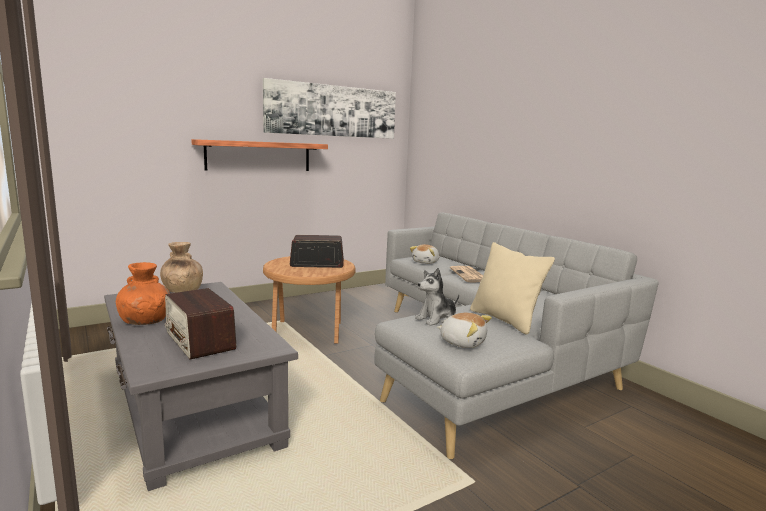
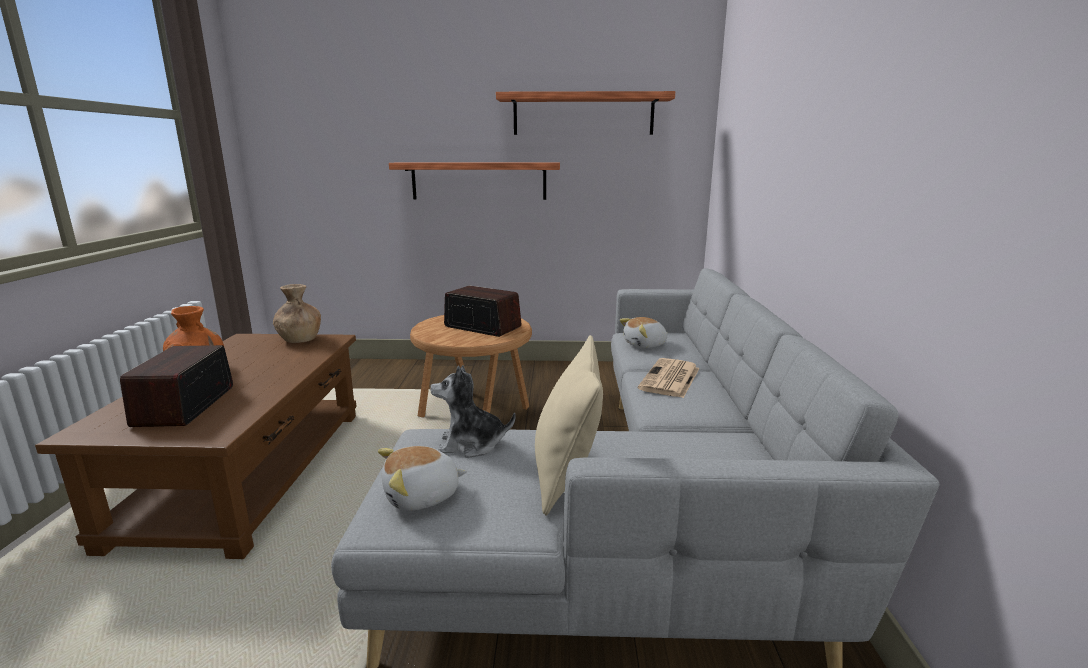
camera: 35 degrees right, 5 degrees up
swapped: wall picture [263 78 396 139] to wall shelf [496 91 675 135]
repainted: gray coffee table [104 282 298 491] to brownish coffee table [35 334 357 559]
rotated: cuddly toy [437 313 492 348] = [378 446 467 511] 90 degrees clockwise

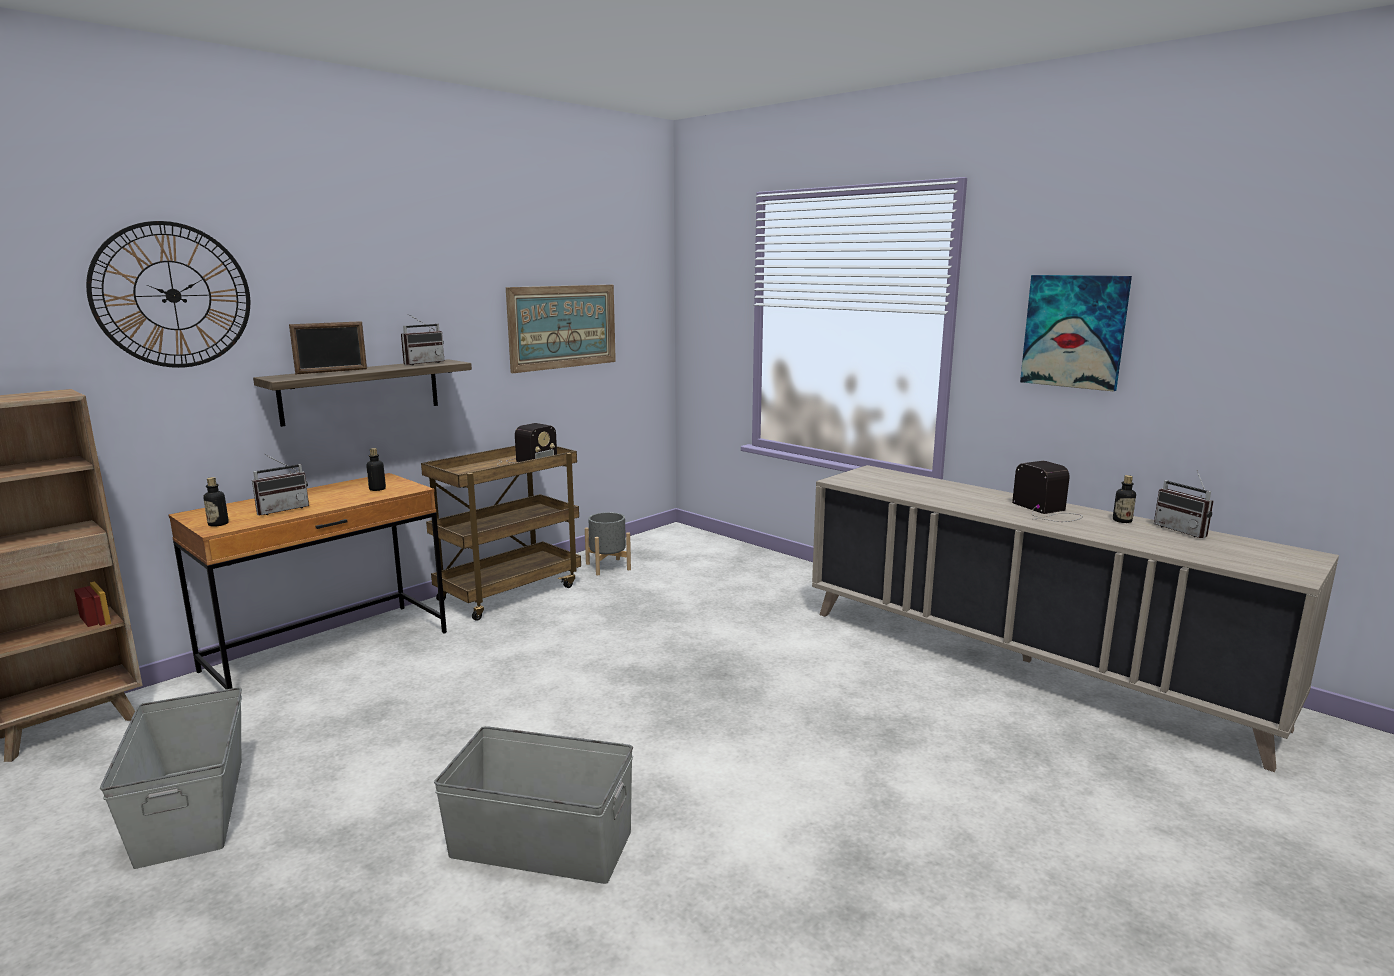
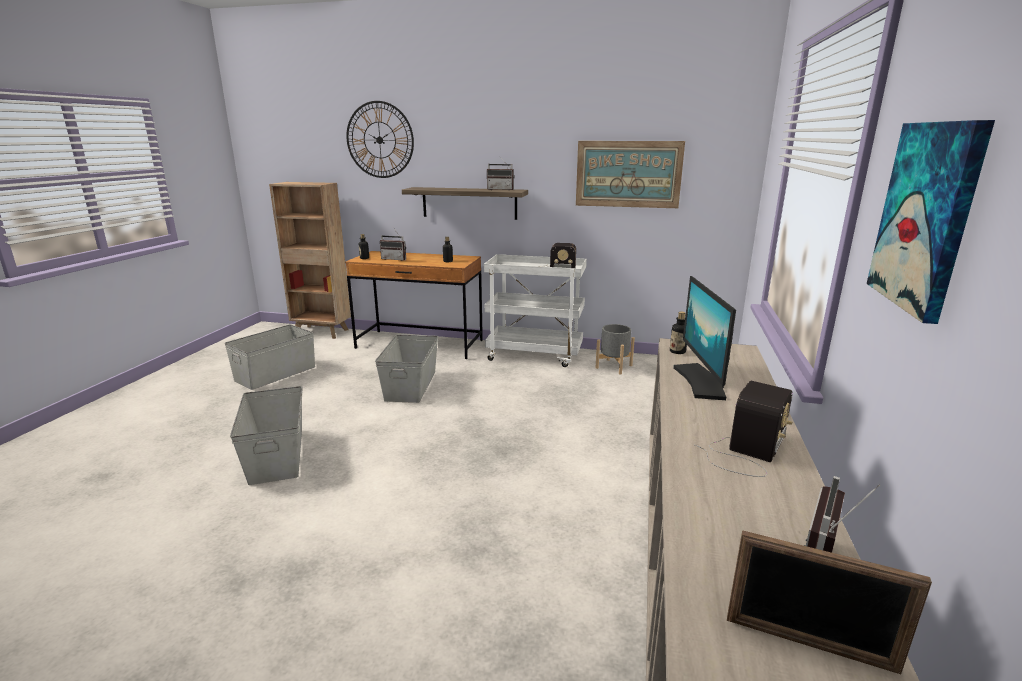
camera: 60 degrees right, 5 degrees up
new: gray storage box [375 335 438 403]; computer display [673 276 736 400]
shifted: beverage bottle [1113 475 1136 523] to [670 311 687 354]; standing frame [289 321 367 374] to [727 530 932 674]
repainted: brownish wheeled cart [421 446 581 621] to white wheeled cart [484 254 587 367]

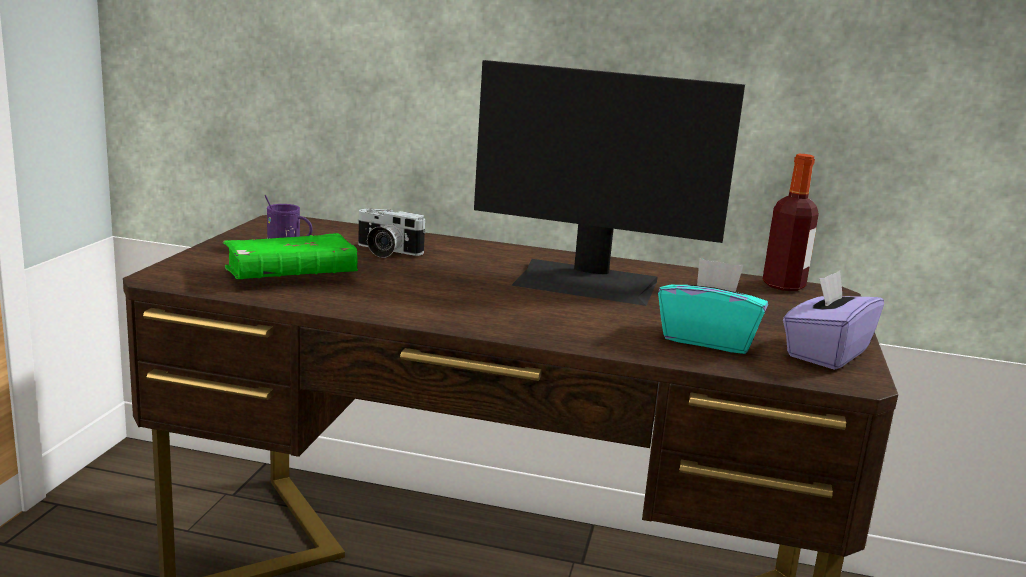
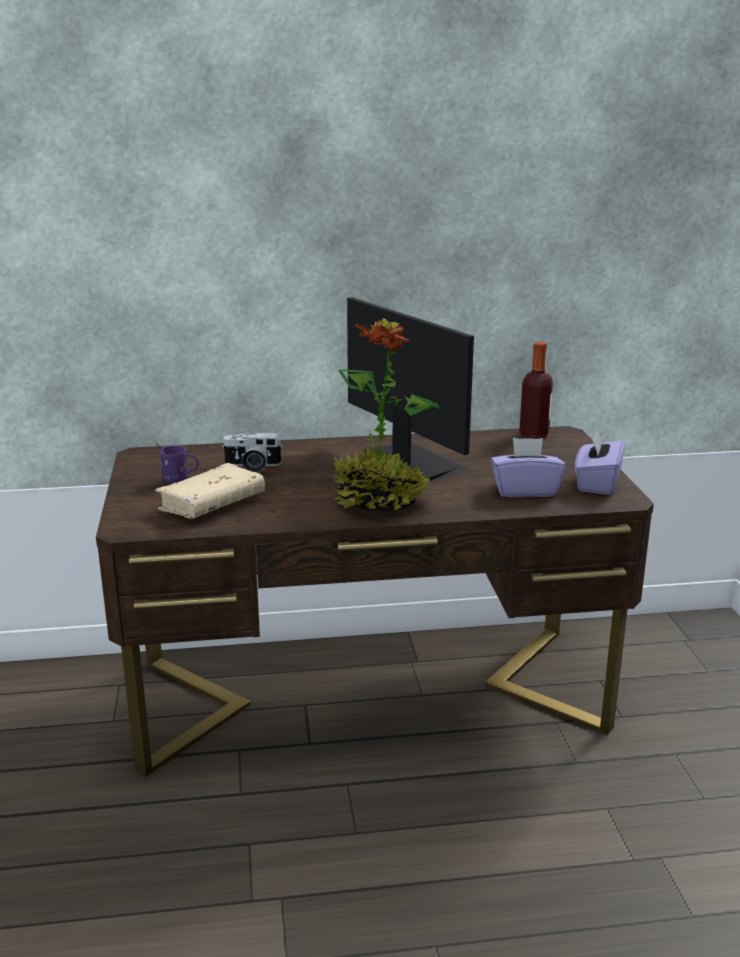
camera: 20 degrees left, 5 degrees up
new: potted plant [332 318 440 512]
repainted: green bound book [223 233 358 279] to sand-coloured bound book [155 463 265 519]; turquoise tissue box [658 258 768 354] to purple tissue box [491 438 566 497]
rotated: computer display [474 60 745 306] = [347 297 474 482] 120 degrees counterclockwise

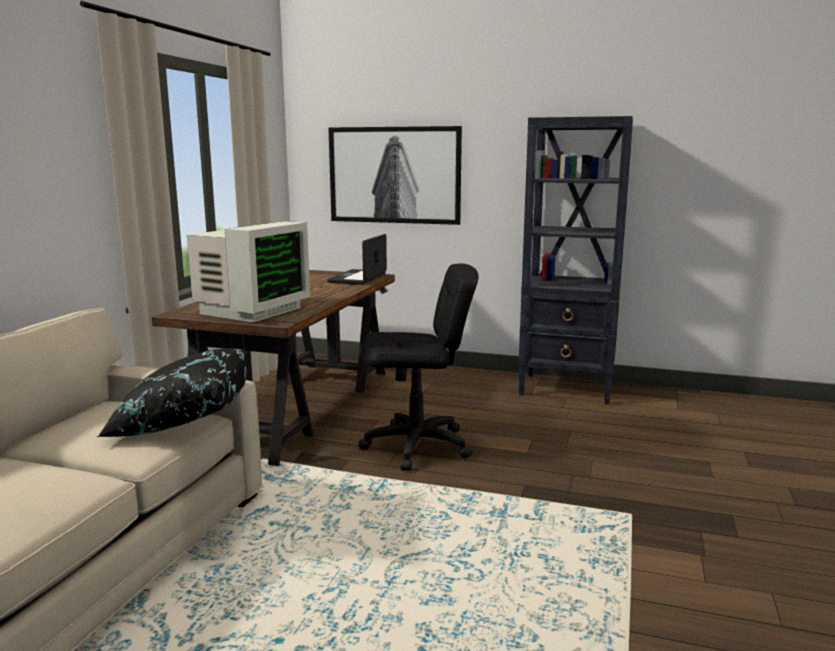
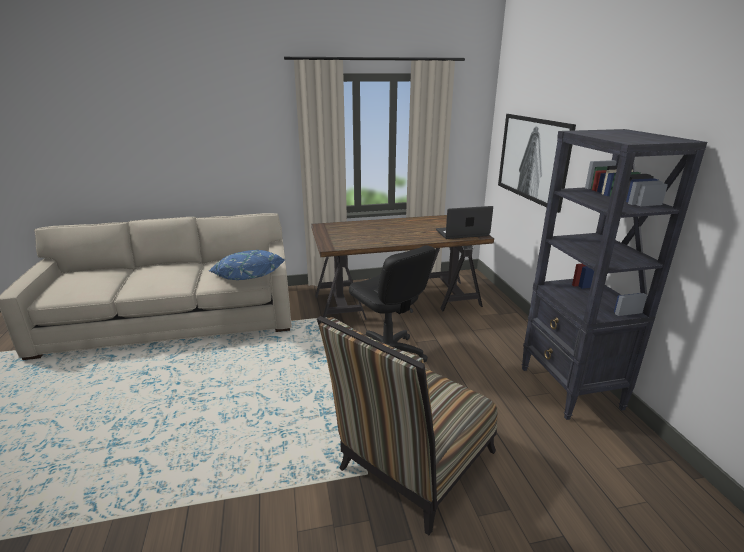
camera: 60 degrees right, 10 degrees up
gone: computer display [187 221 310 322]
new: chair [317 316 498 535]
repainted: black-coloured pillow [97 349 251 437] to blue-coloured pillow [209 250 285 280]

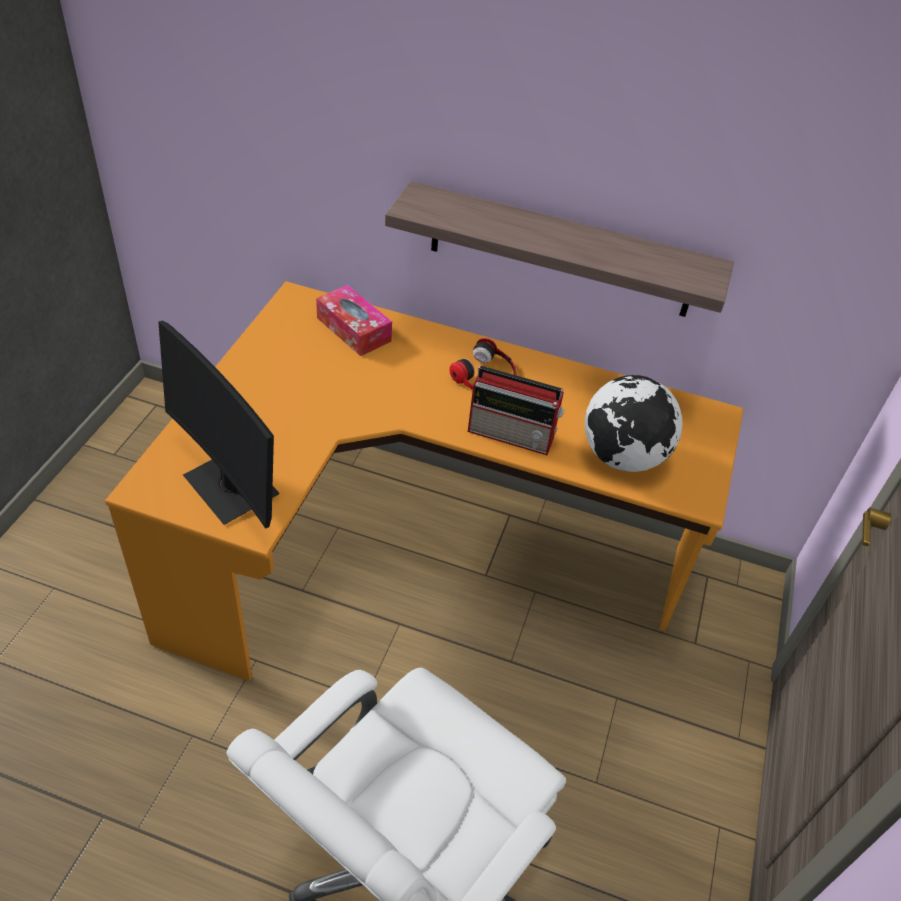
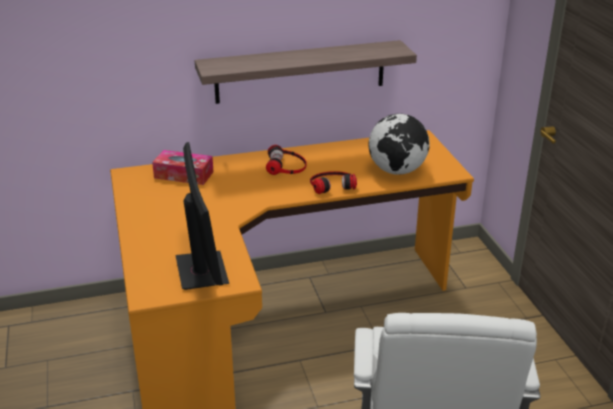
camera: 30 degrees left, 15 degrees down
swapped: radio [468 366 564 455] to headphones [310 171 357 194]
rotated: computer display [158 321 280 529] = [175 142 229 290] 120 degrees counterclockwise

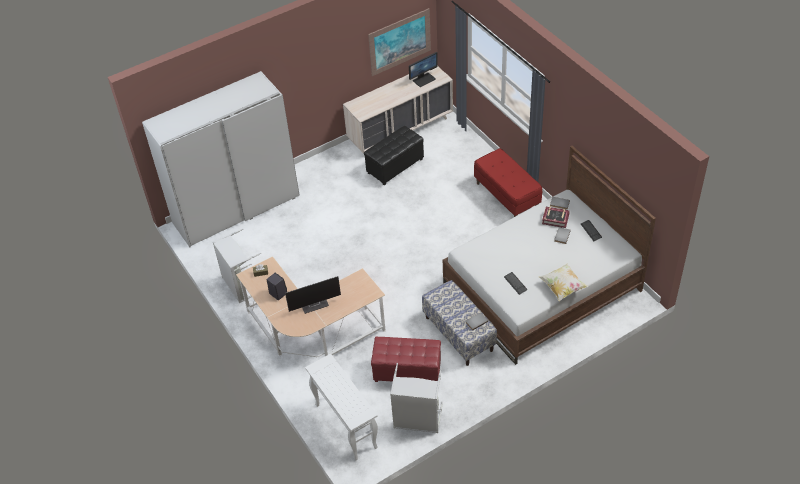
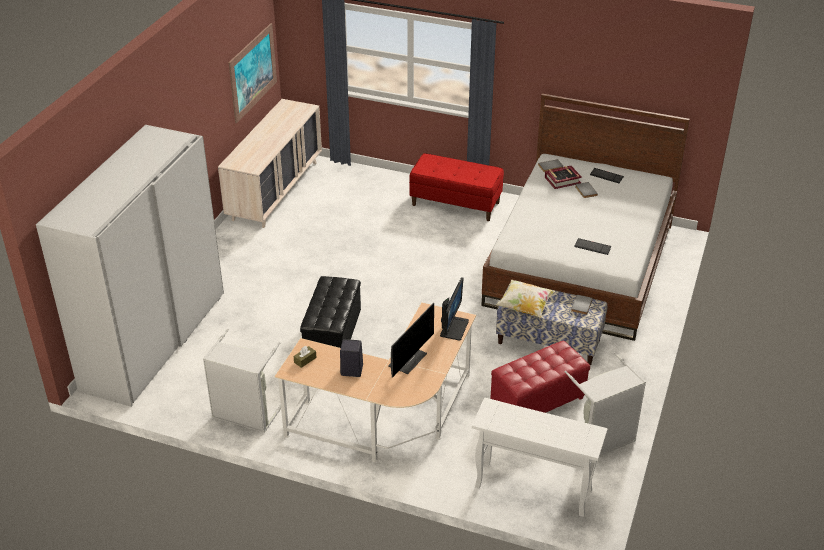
camera: 40 degrees left, 10 degrees down
shifted: black-coloured pouffe [364 126 424 186] to [300 276 361 348]; computer display [409 52 438 87] to [440 277 469 341]; pillow [539 263 589 301] to [496 279 555 318]

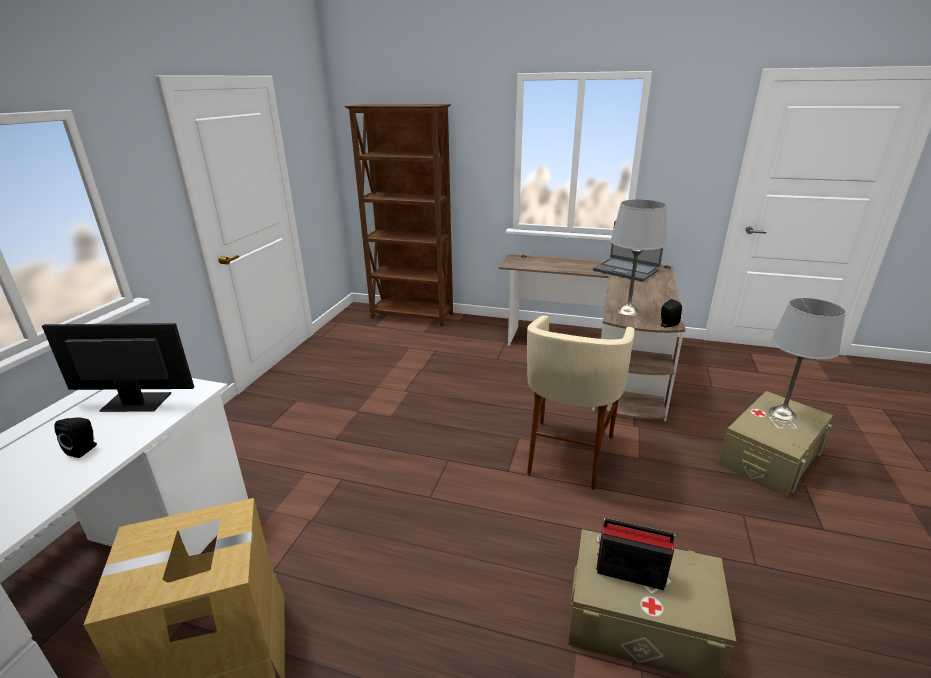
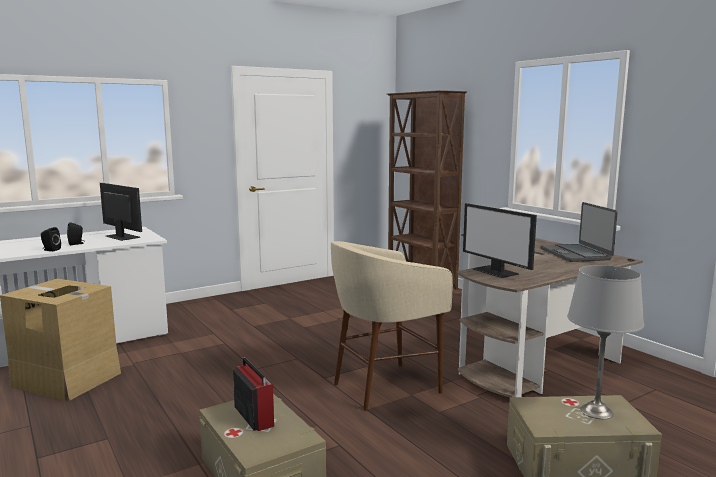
camera: 40 degrees right, 15 degrees down
shifted: black-coloured loudspeaker [661 299 682 328] to [41 227 61 251]
swapped: gray table lamp [610 199 667 316] to computer display [463 203 537 278]

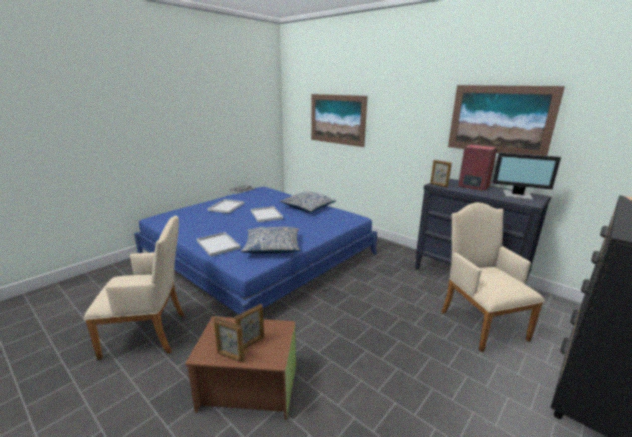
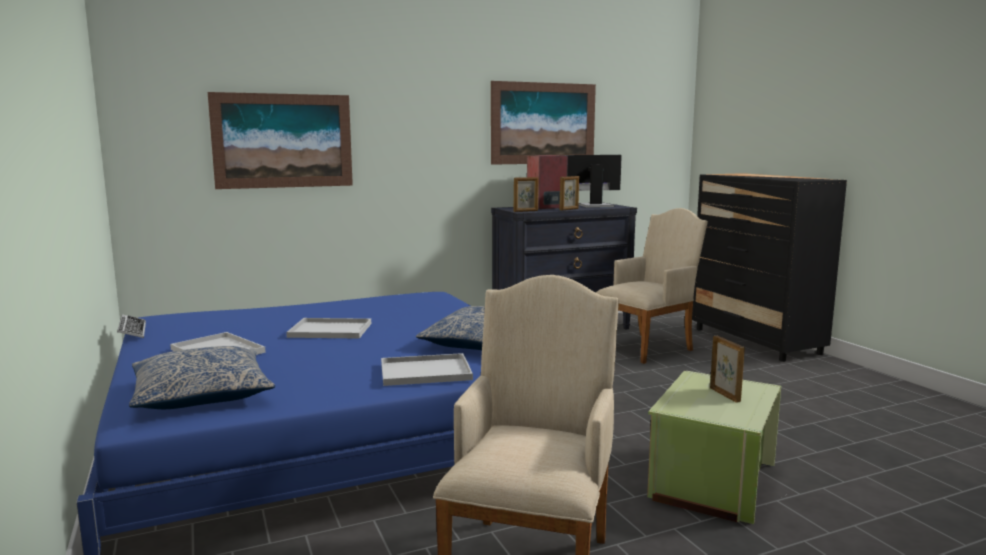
camera: 65 degrees left, 10 degrees down
shifted: pillow [280 191 336 212] to [129 346 275 409]; standing frame [214 318 245 362] to [559 176 579 211]
repainted: brownish storage box [185 316 296 420] to green storage box [647 371 781 524]
rotated: computer display [493 152 561 201] = [565 155 622 208] 150 degrees counterclockwise; sand-coloured armchair [441 203 545 352] = [596 208 708 364] 135 degrees clockwise

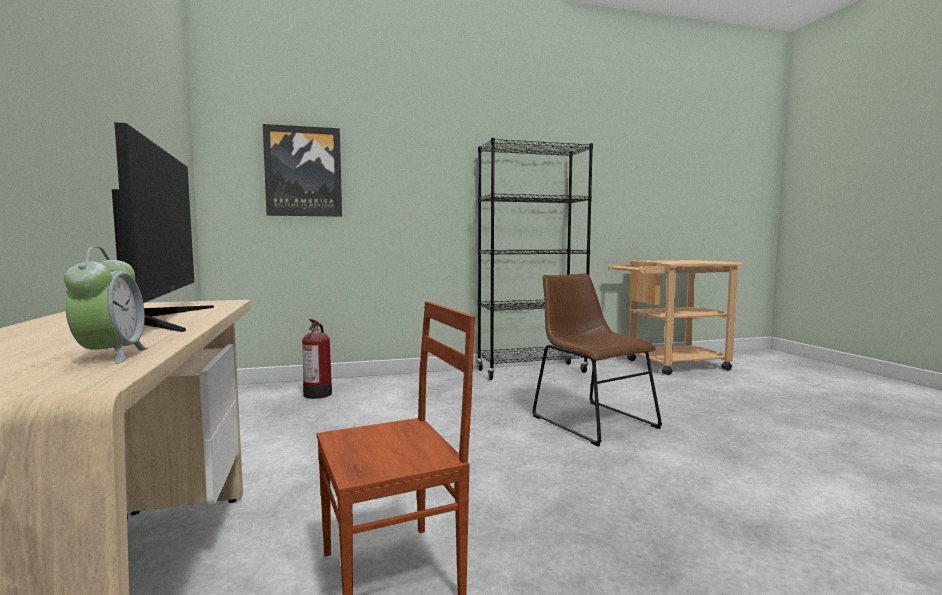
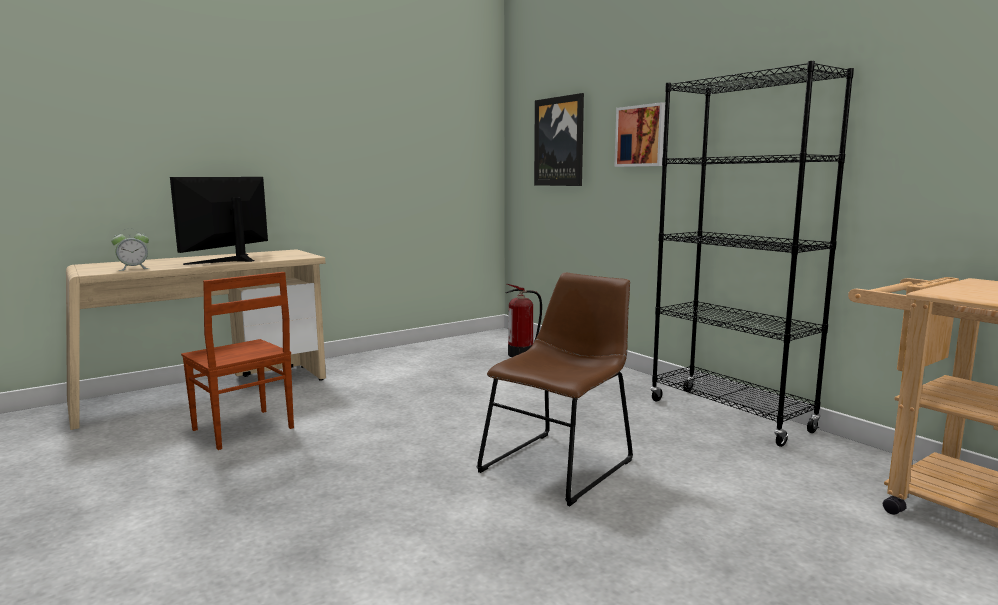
camera: 70 degrees right, 5 degrees up
new: wall picture [614 102 665 167]
rotated: computer display [112 122 214 332] = [170 177 268 265] 150 degrees clockwise

